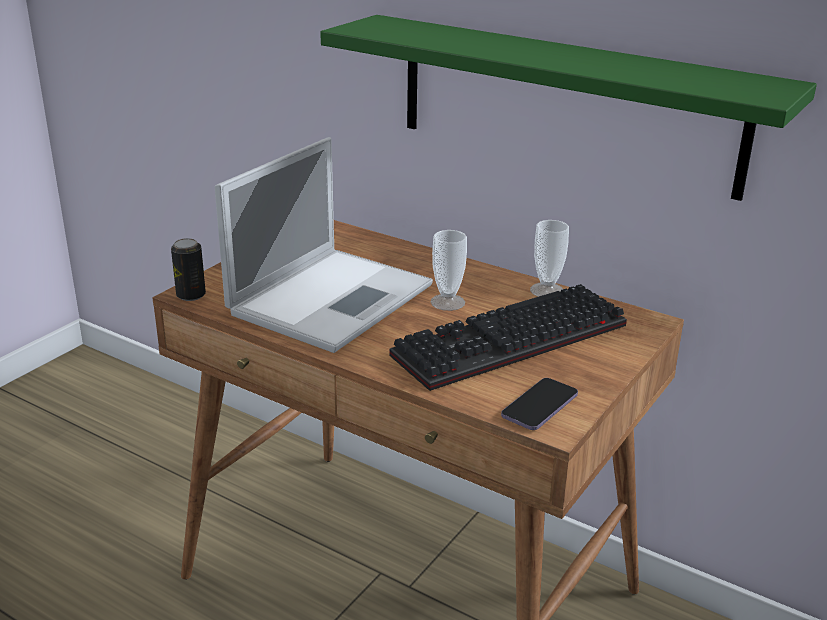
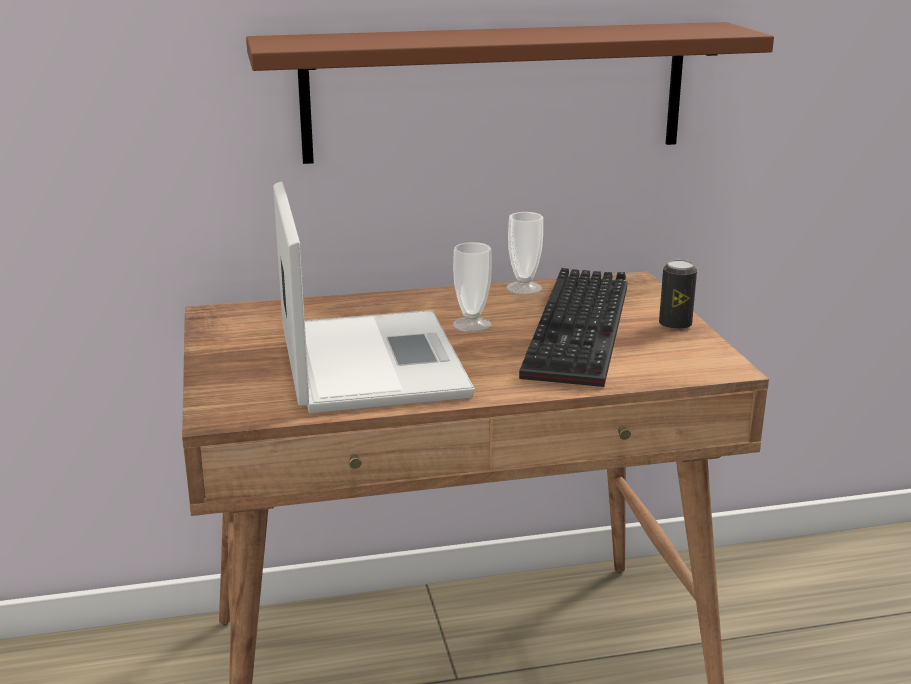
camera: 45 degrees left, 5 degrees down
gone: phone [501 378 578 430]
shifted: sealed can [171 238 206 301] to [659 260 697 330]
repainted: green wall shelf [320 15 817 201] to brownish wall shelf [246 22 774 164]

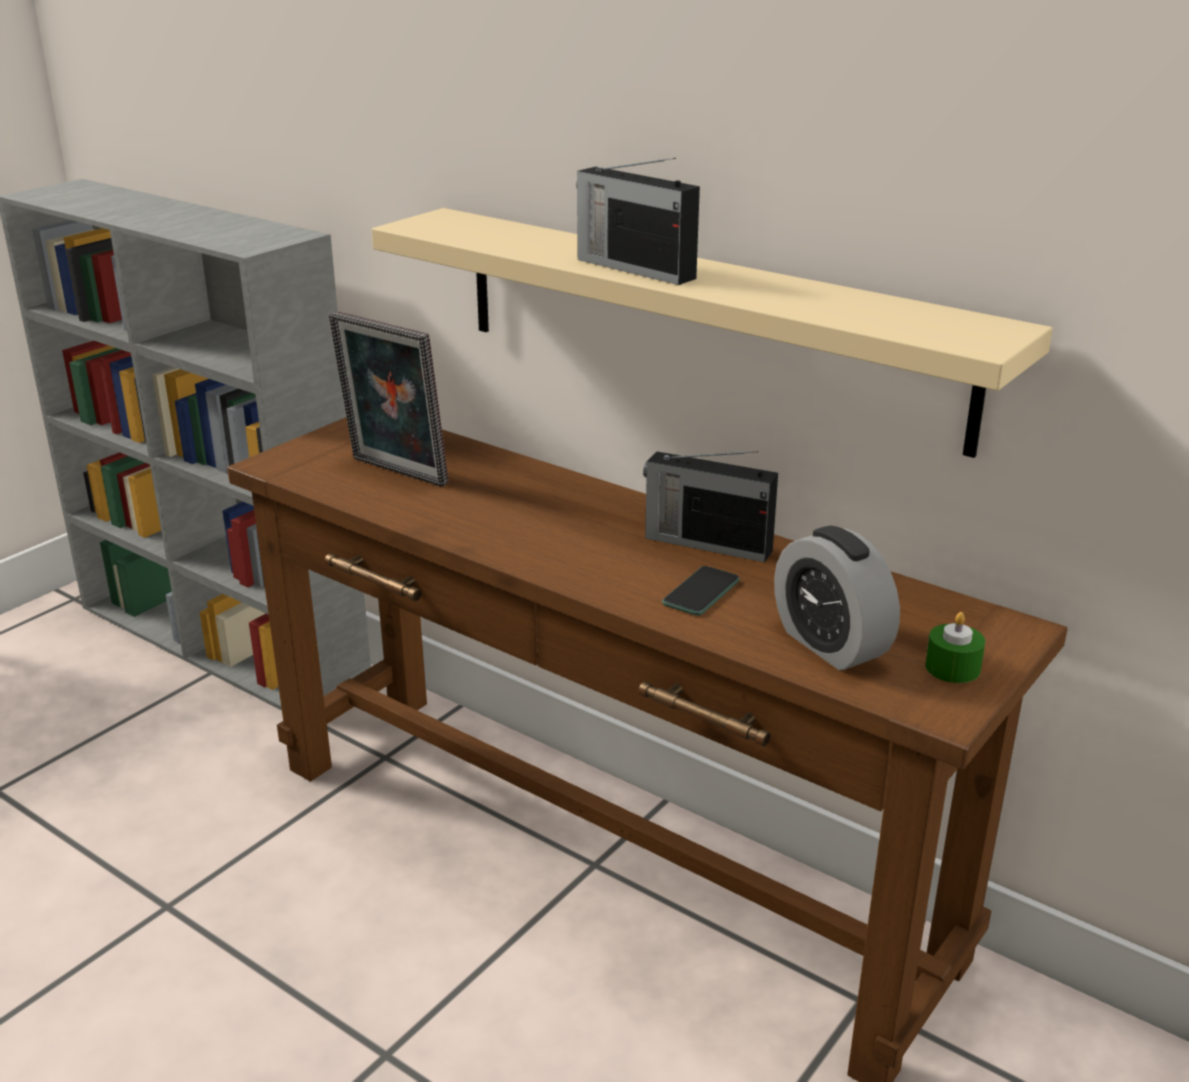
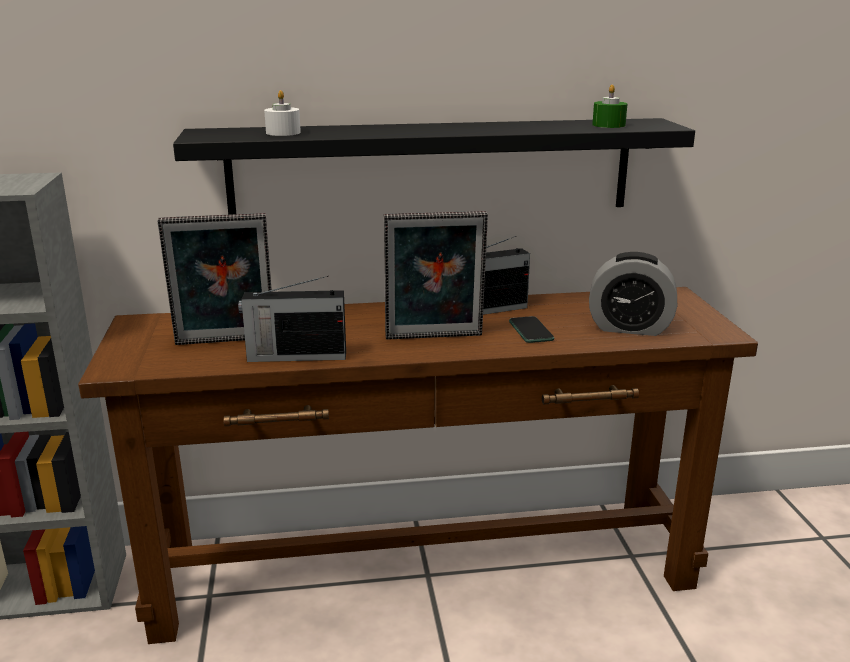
camera: 45 degrees left, 5 degrees down
new: white candle [264 90 301 136]; standing frame [384 211 488 339]
shifted: radio [576 158 700 285] to [238 276 346 362]; green candle [925 612 985 683] to [592 85 627 128]
repainted: sand-coloured wall shelf [372 208 1053 458] to black-coloured wall shelf [173 118 695 215]

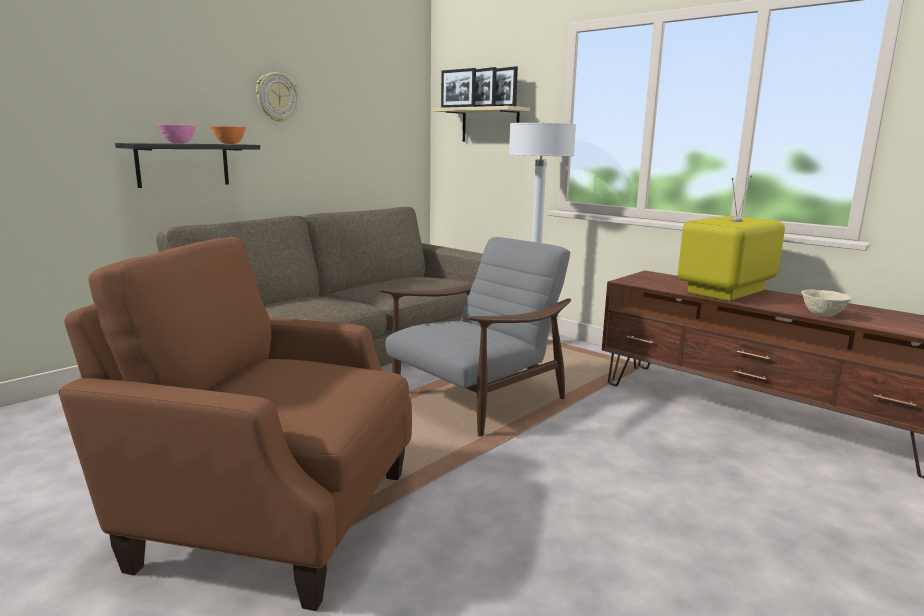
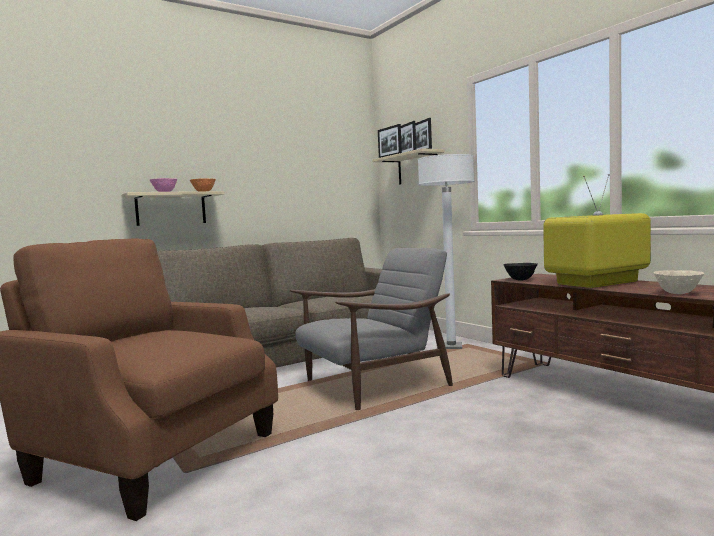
camera: 15 degrees right, 10 degrees down
gone: hanging clock [256 72 299 122]
new: black-coloured bowl [504 263 538 281]
repainted: black-coloured wall shelf [115 143 260 188] to sand-coloured wall shelf [121 191 225 226]

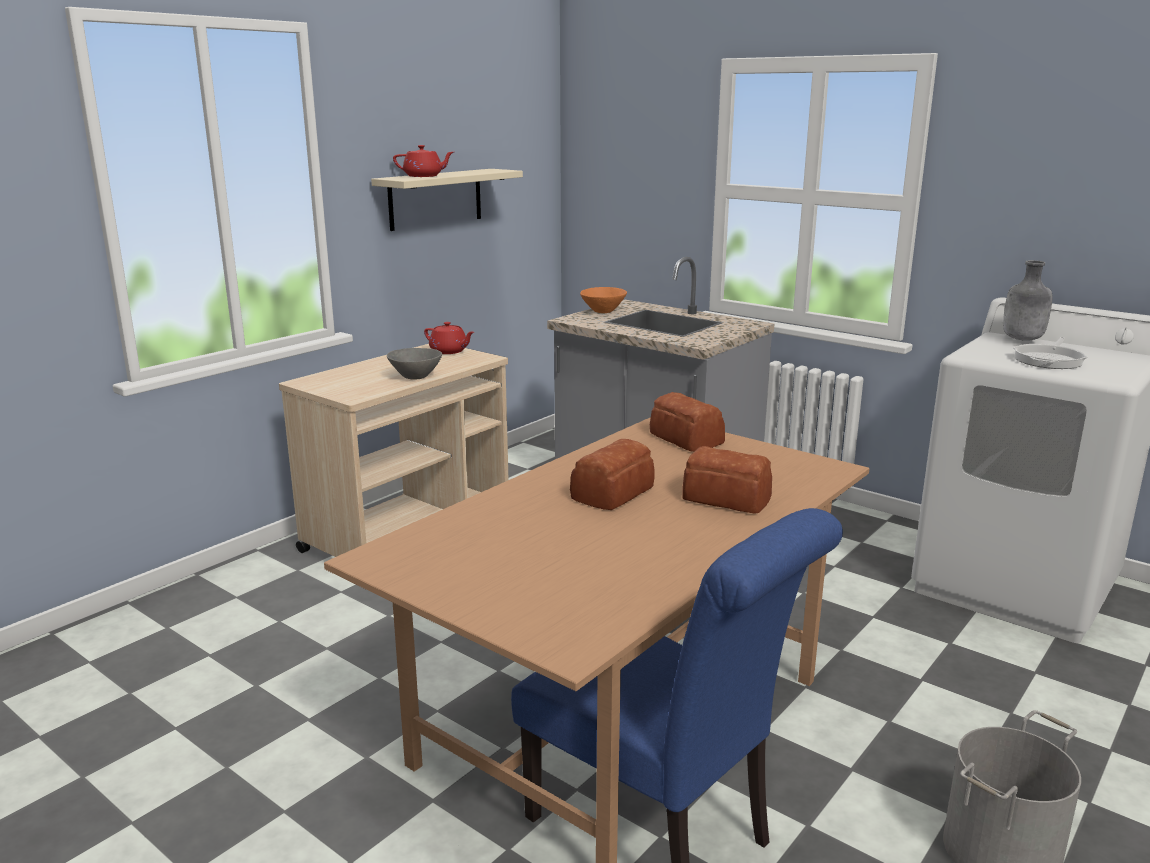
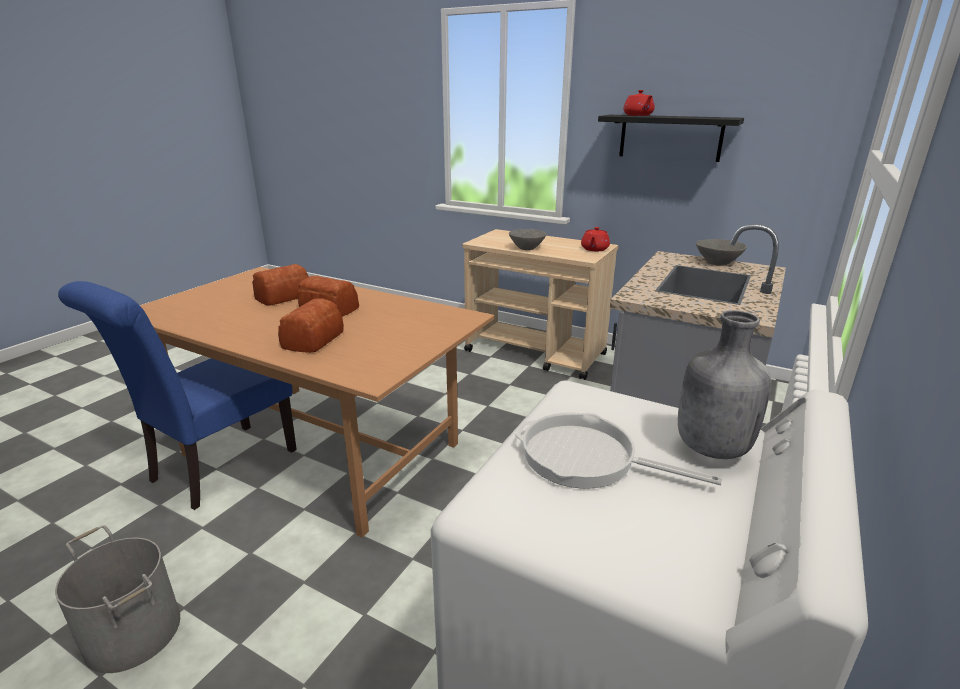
camera: 80 degrees right, 5 degrees up
shifted: bread [650 392 725 452] to [252 264 309 306]
repainted: sand-coloured wall shelf [371 169 523 231] to black-coloured wall shelf [598 115 744 162]; orangey bowl [580 287 627 313] to gray bowl [696 239 747 265]

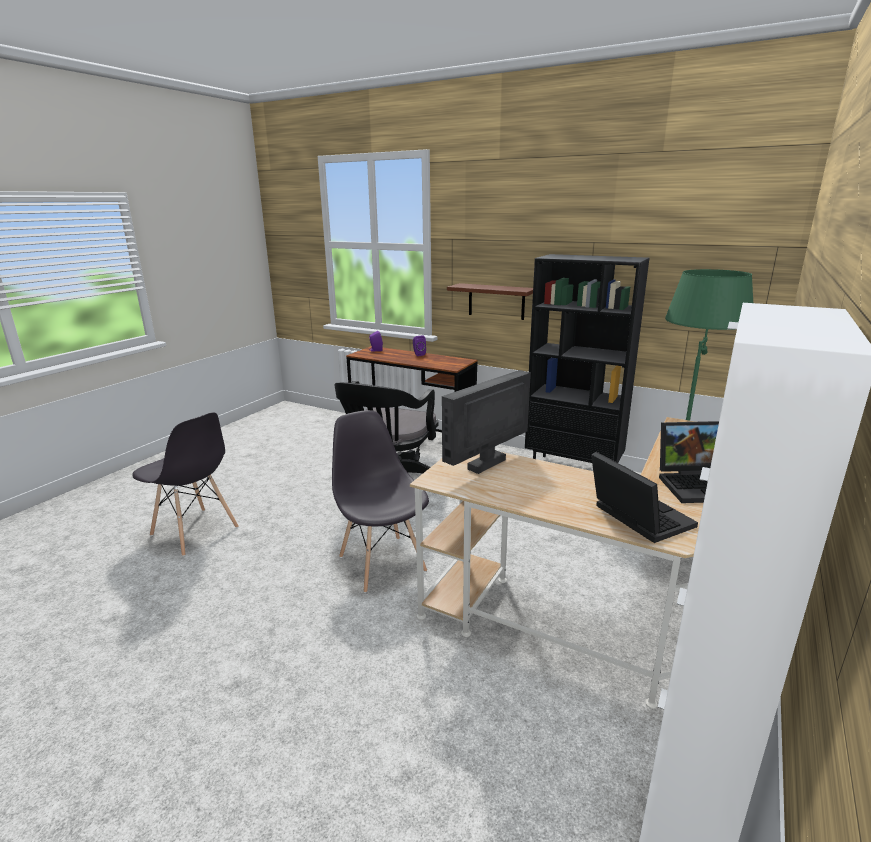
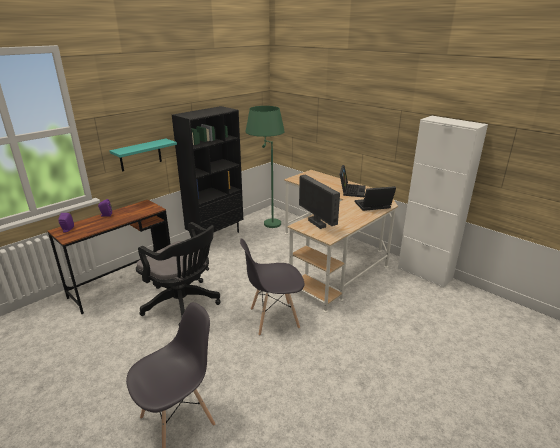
camera: 75 degrees left, 5 degrees up
repainted: brownish wall shelf [447 283 533 320] to turquoise wall shelf [109 139 177 172]

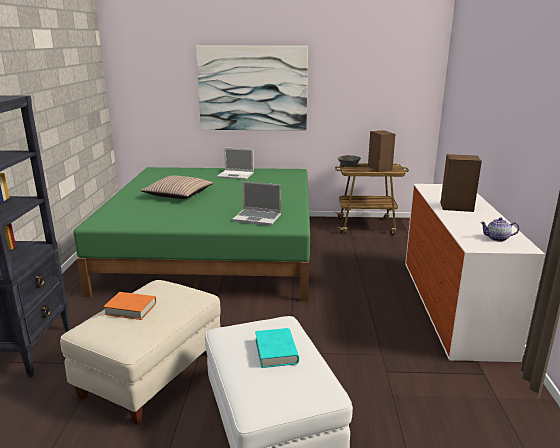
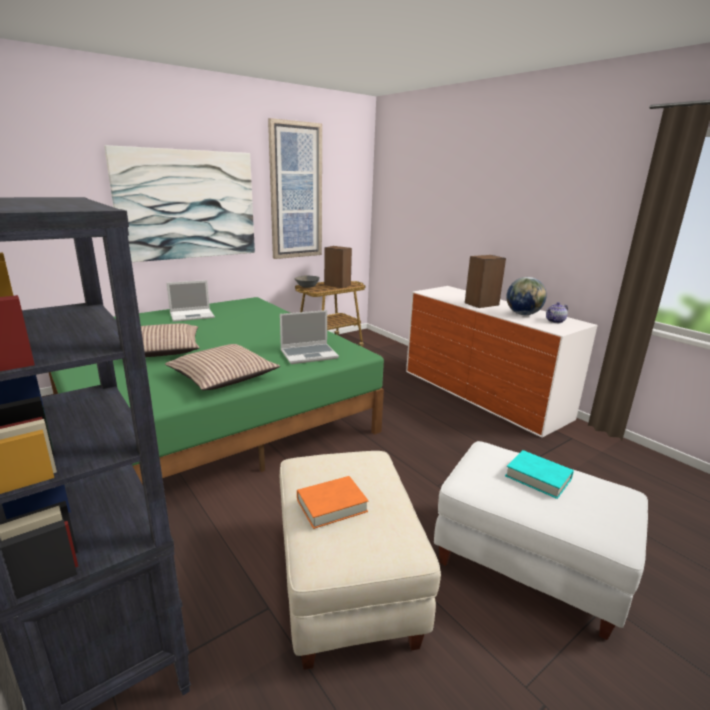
camera: 40 degrees left, 0 degrees up
new: pillow [165 344 280 390]; wall picture [268 118 322 259]; desk globe [506 277 547 315]

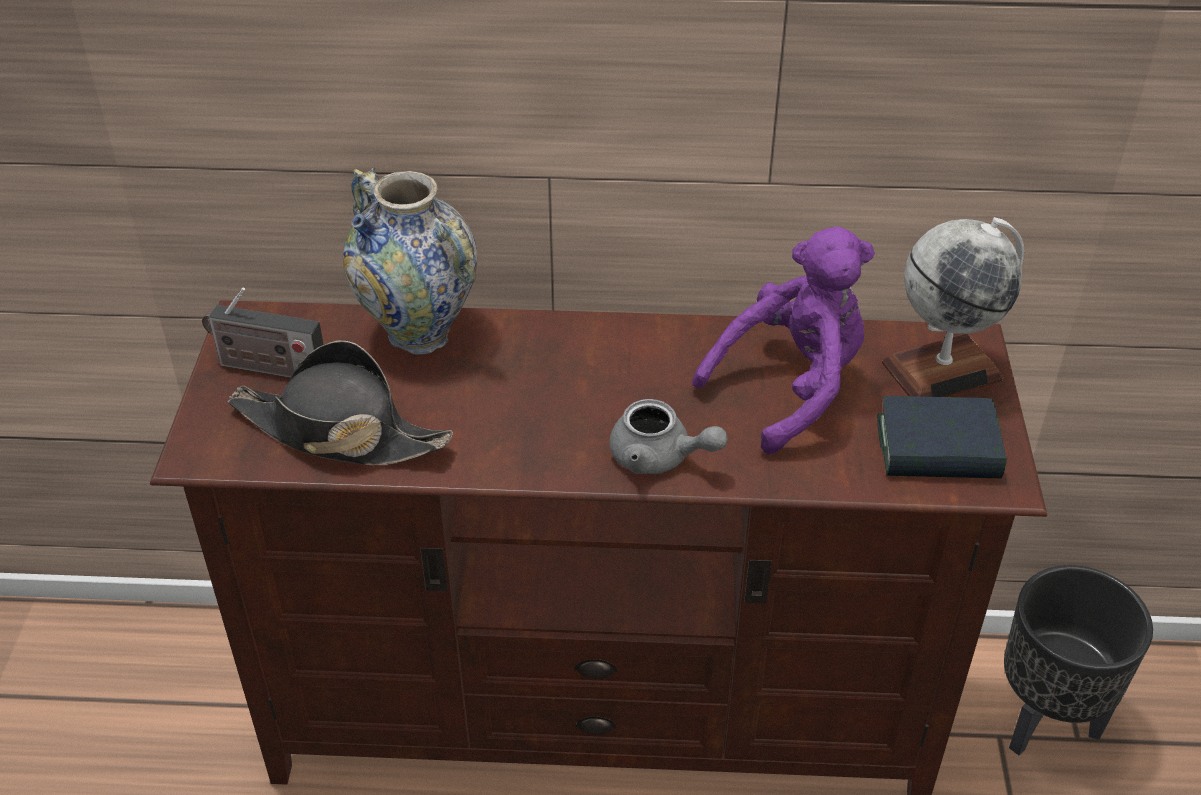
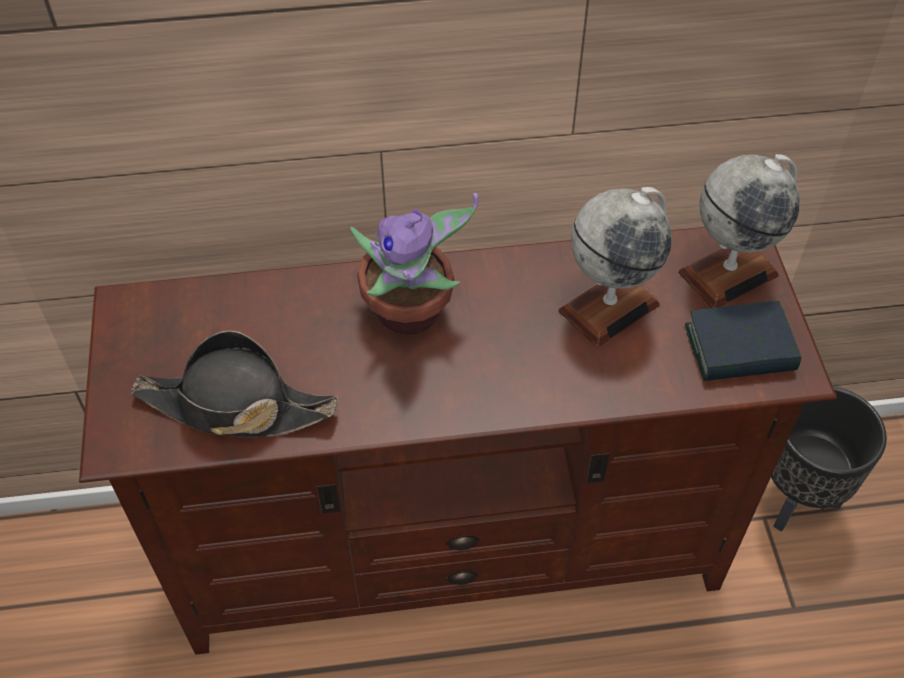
camera: 10 degrees left, 10 degrees up
gone: radio [202 287 324 378]; vase [343 167 477 355]; gray teapot [609 399 727 474]
new: potted plant [350 193 479 335]
swapped: purple cuddly toy [692 226 875 454] to desk globe [559 187 672 347]

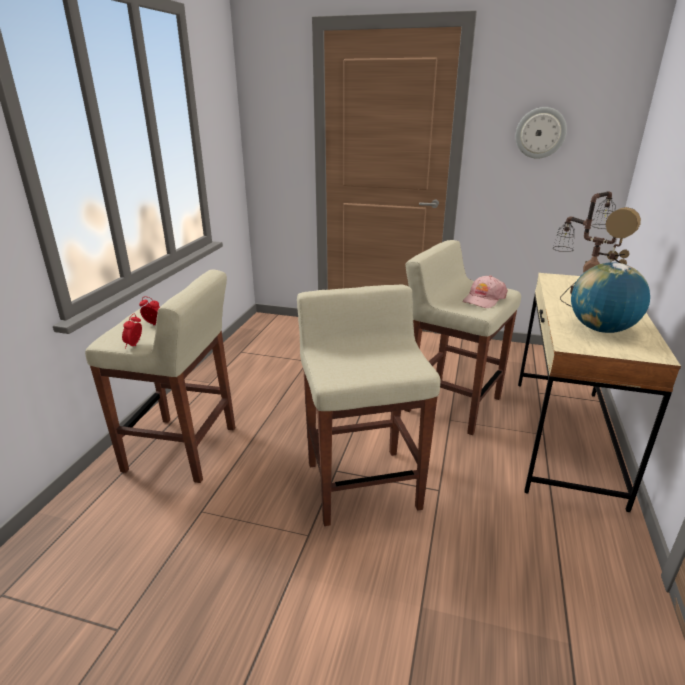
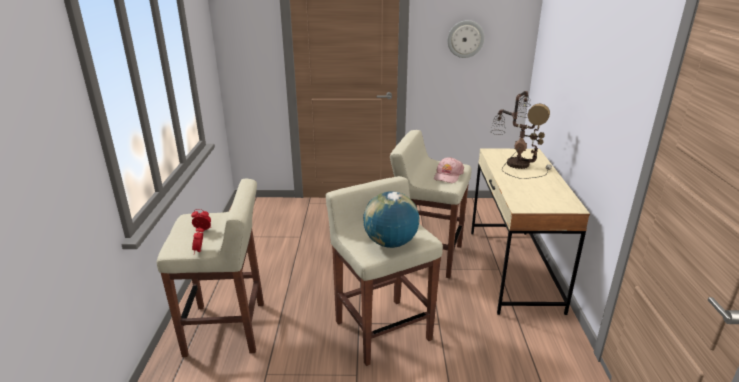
camera: 15 degrees left, 0 degrees up
shifted: desk globe [571 262 650 333] to [363 191 420 248]

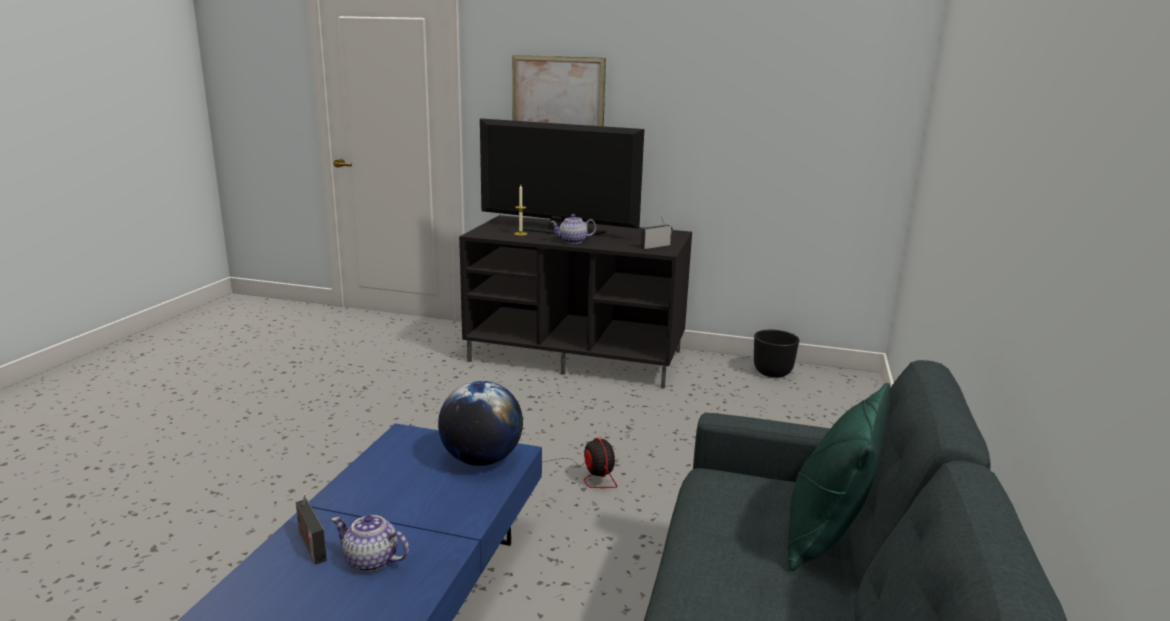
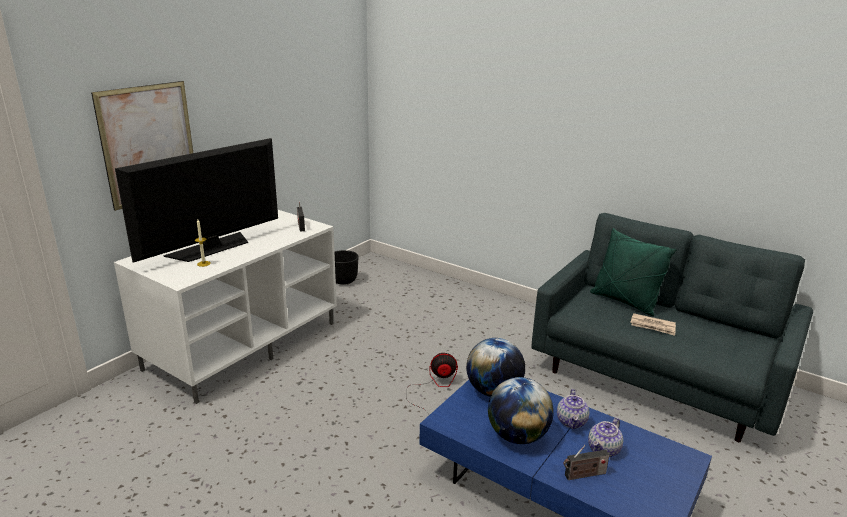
camera: 70 degrees left, 5 degrees up
new: desk globe [488 377 554 444]; newspaper [630 313 676 336]
shifted: teapot [550 214 596 244] to [557 389 590 429]
repainted: black-coloured tv unit [459 215 692 388] to white tv unit [114 210 337 404]

